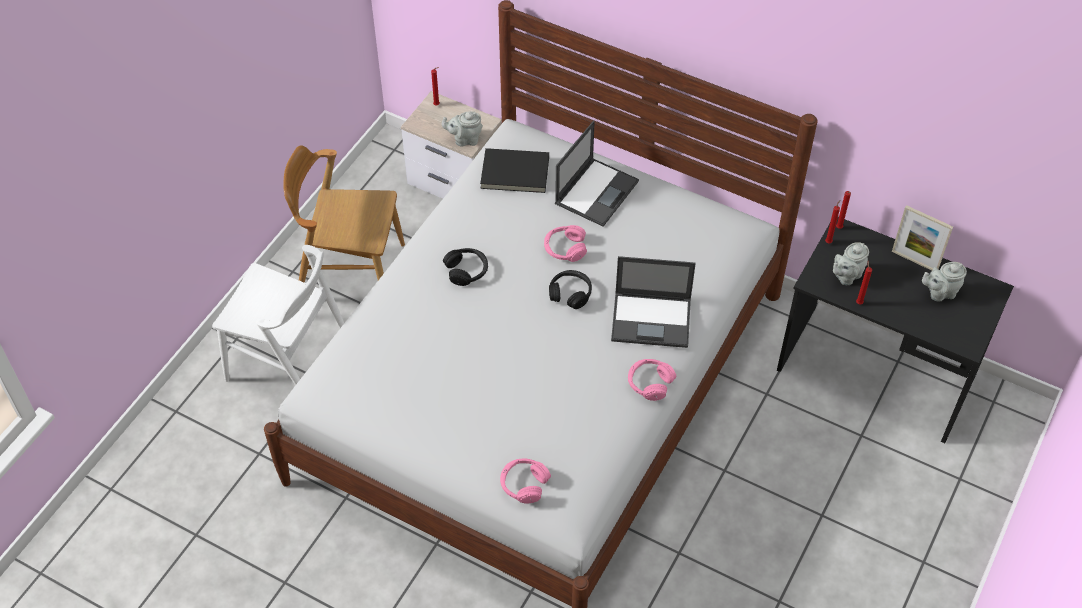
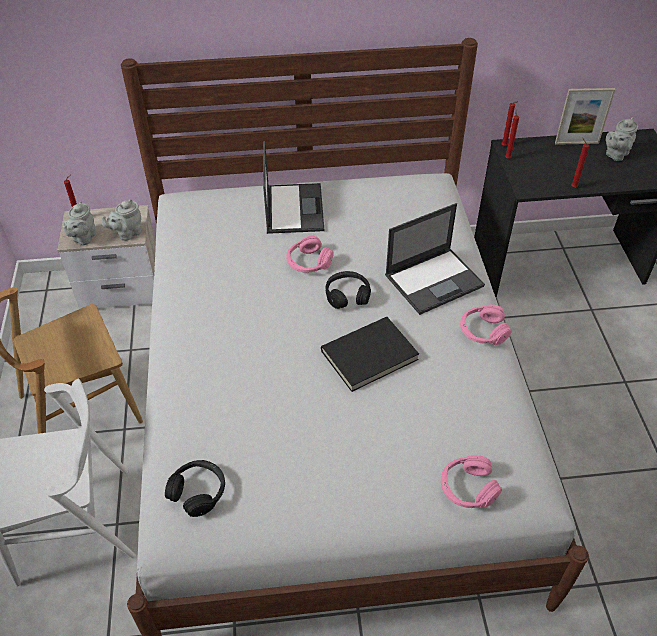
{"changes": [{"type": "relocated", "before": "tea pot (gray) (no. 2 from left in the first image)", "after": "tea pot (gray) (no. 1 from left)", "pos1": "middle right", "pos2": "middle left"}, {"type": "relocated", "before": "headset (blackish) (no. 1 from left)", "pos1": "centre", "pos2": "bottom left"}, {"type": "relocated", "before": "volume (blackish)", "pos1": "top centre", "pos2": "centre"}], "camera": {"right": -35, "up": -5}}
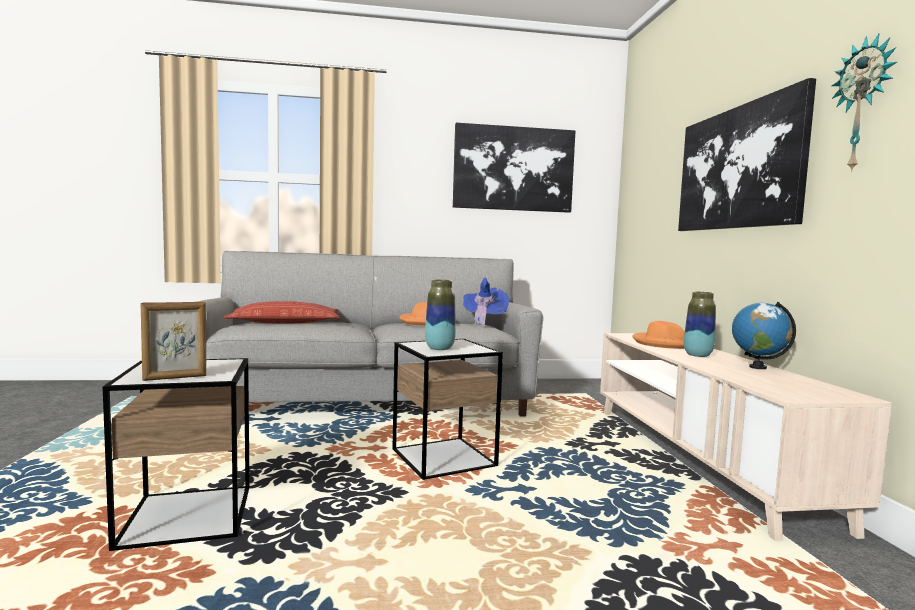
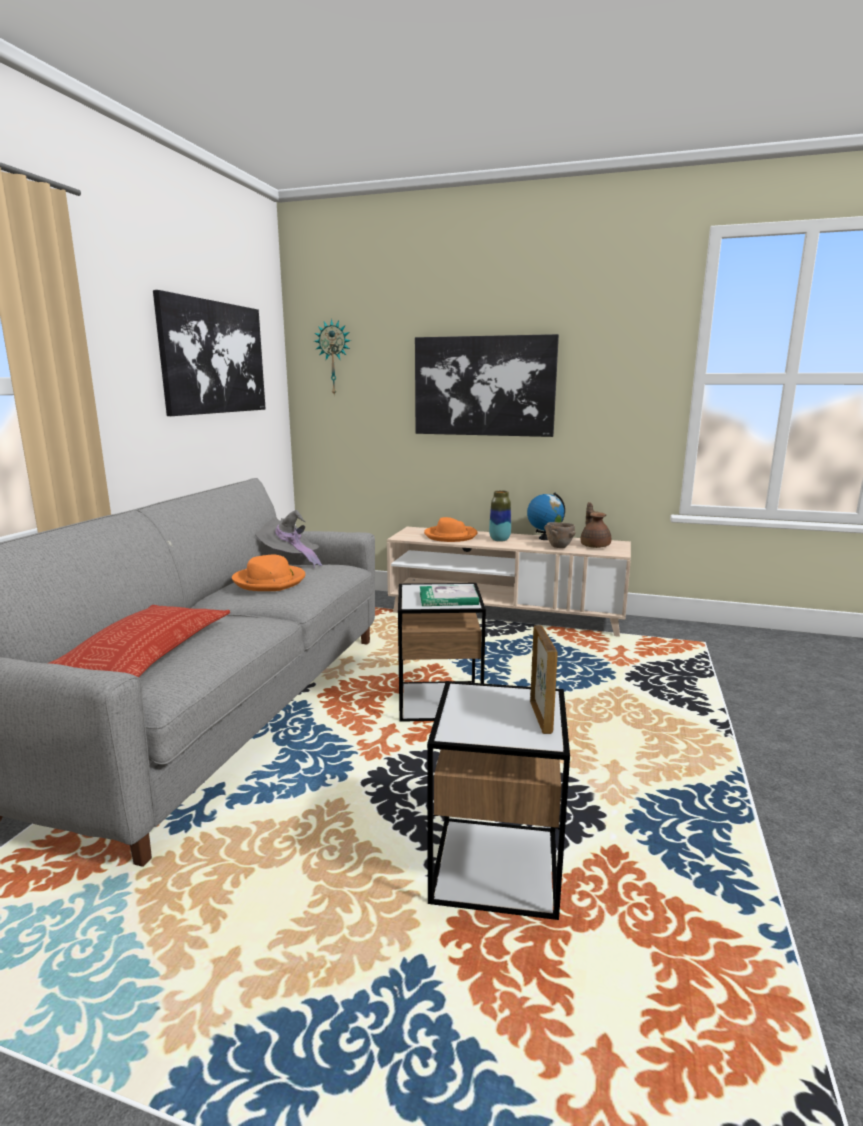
{"changes": [{"type": "colour", "before": "hat (blue)", "after": "hat (gray)", "pos1": "centre", "pos2": "centre"}, {"type": "relocated", "before": "clock on the wall", "pos1": "top right", "pos2": "top centre"}, {"type": "exchanged", "before": "decorative vase (no. 1 from left)", "after": "volume", "pos1": "centre", "pos2": "centre"}, {"type": "appeared", "after": "serving bowl (brown)", "pos2": "centre"}, {"type": "appeared", "after": "tea pot (brown)", "pos2": "middle right"}], "camera": {"right": -65, "up": 10}}
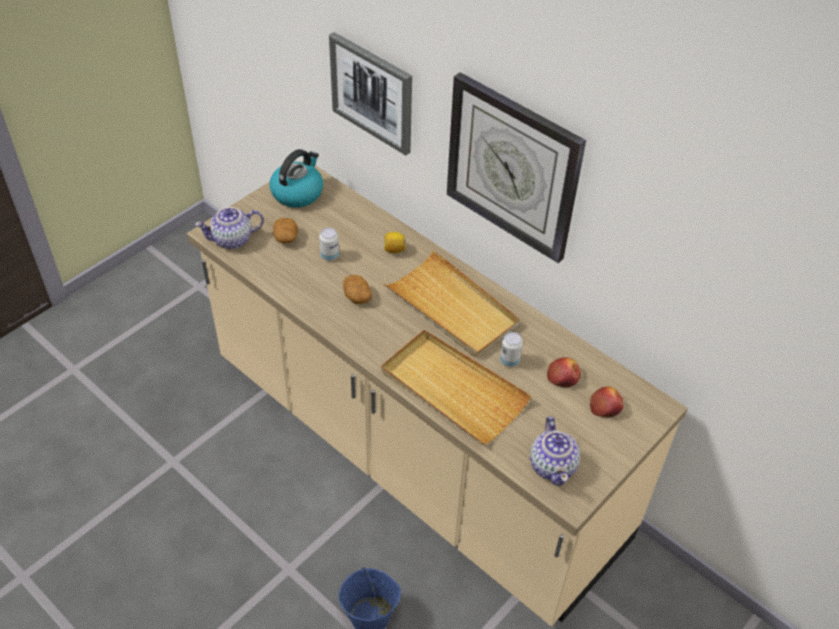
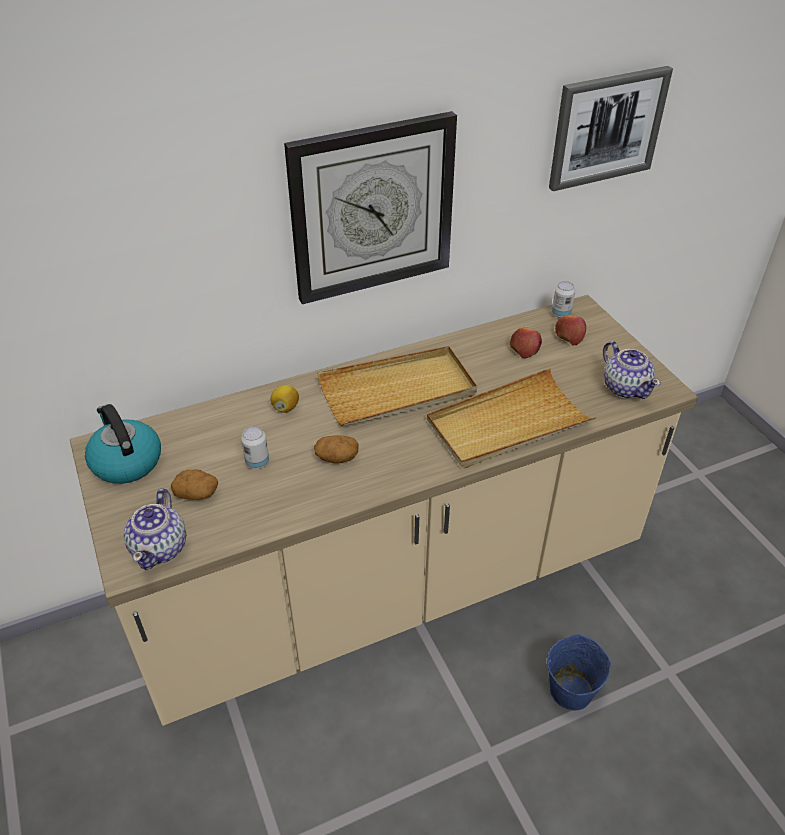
{"changes": [{"type": "relocated", "before": "picture", "pos1": "top centre", "pos2": "top right"}, {"type": "relocated", "before": "metal can (no. 2 from left)", "pos1": "centre", "pos2": "middle right"}, {"type": "spun", "before": "tea pot (no. 2 from left)", "pos1": "bottom centre", "pos2": "middle right", "turn": 45}], "camera": {"right": -65, "up": -5}}
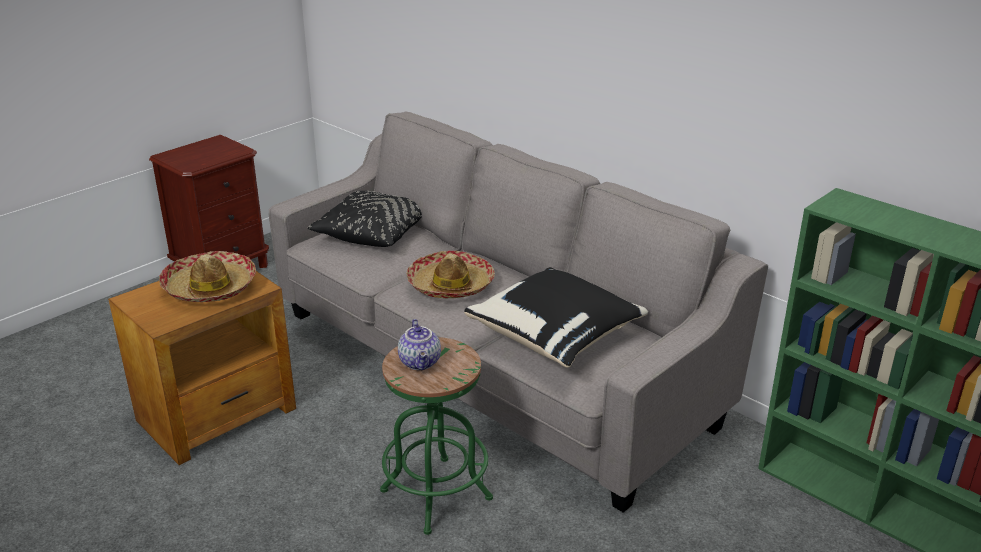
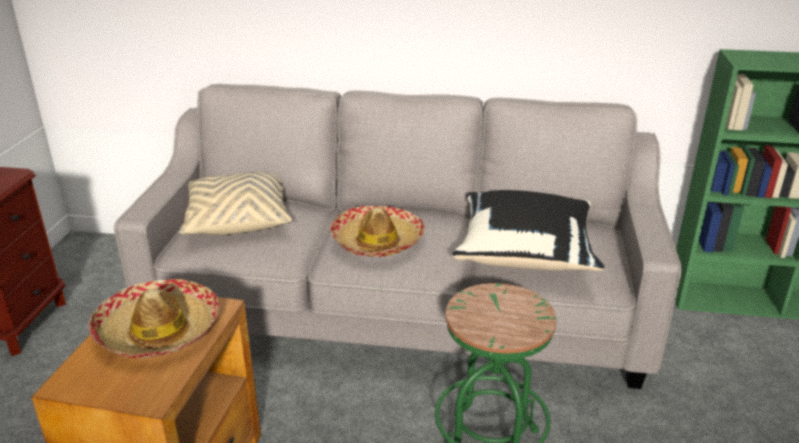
{"changes": [{"type": "colour", "before": "pillow (blackish) (no. 1 from left)", "after": "pillow (sand-coloured)", "pos1": "centre", "pos2": "middle left"}, {"type": "missing", "before": "tea pot", "pos1": "centre"}], "camera": {"right": -35, "up": 0}}
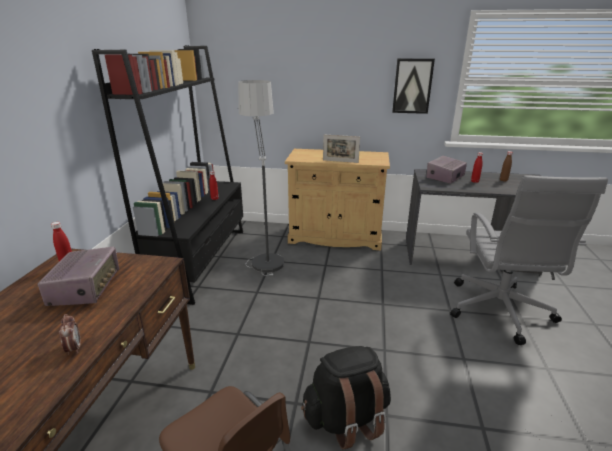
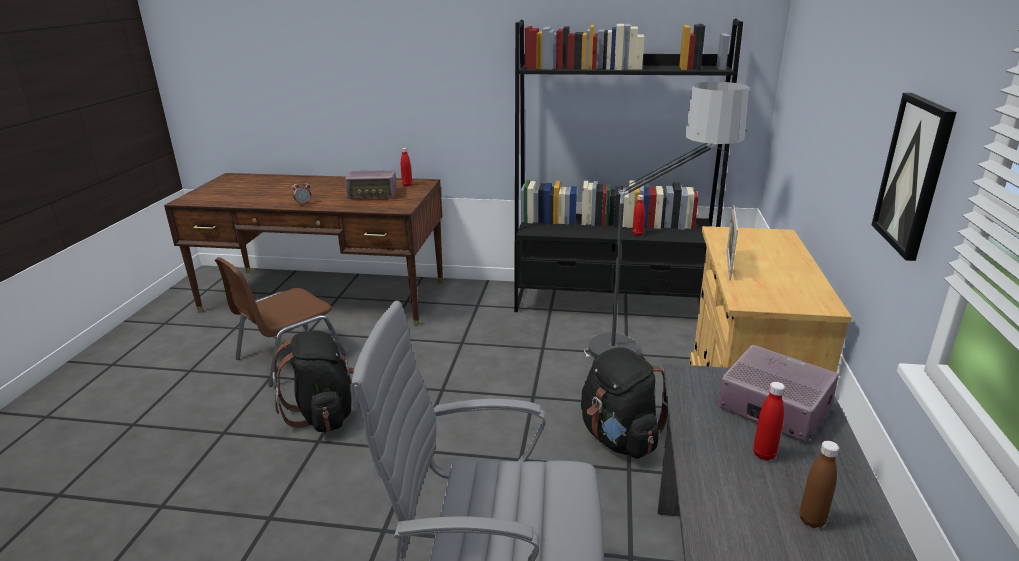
{"changes": [{"type": "appeared", "after": "rucksack (blackish) (no. 2 from left)", "pos2": "bottom centre"}], "camera": {"right": 90, "up": 0}}
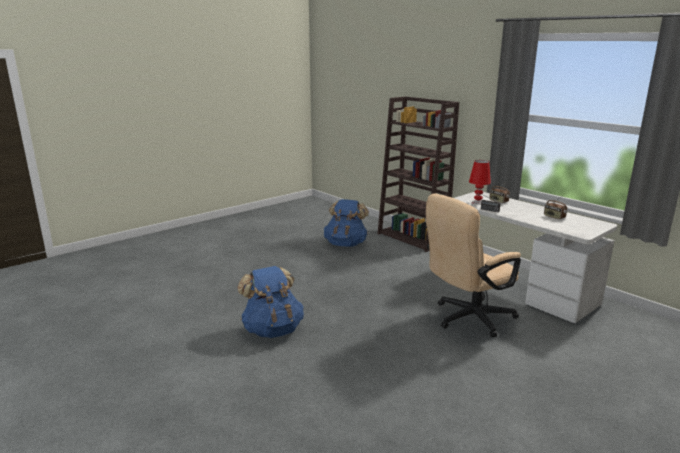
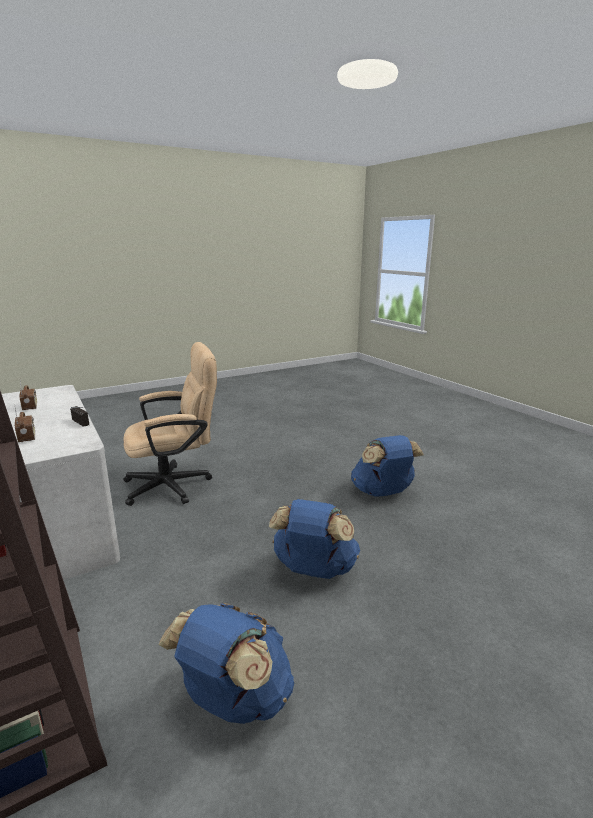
{"changes": [{"type": "appeared", "after": "rucksack (blue) (no. 2 from left)", "pos2": "centre"}, {"type": "missing", "before": "lamp for a table (red)", "pos1": "middle right"}], "camera": {"right": -170, "up": 0}}
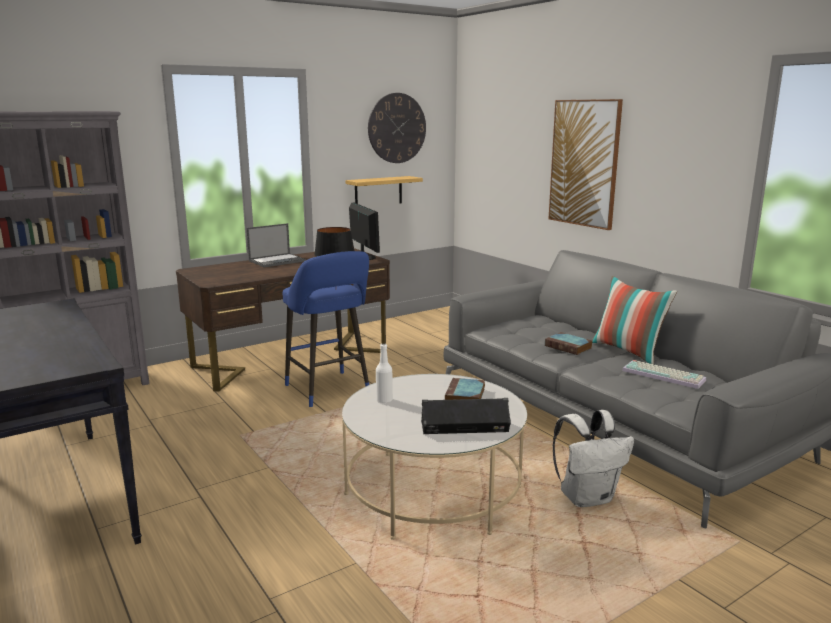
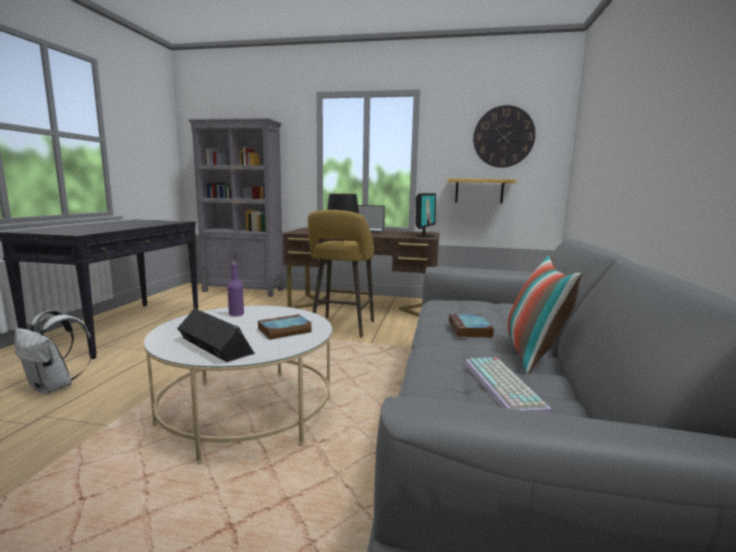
{"changes": [{"type": "relocated", "before": "rucksack (white-coloured)", "pos1": "bottom right", "pos2": "middle left"}, {"type": "colour", "before": "beverage bottle (white-coloured)", "after": "beverage bottle (purplish)", "pos1": "centre", "pos2": "middle left"}, {"type": "colour", "before": "stool seat (blue)", "after": "stool seat (yellow)", "pos1": "centre", "pos2": "centre"}, {"type": "missing", "before": "picture", "pos1": "top right"}], "camera": {"right": 45, "up": -5}}
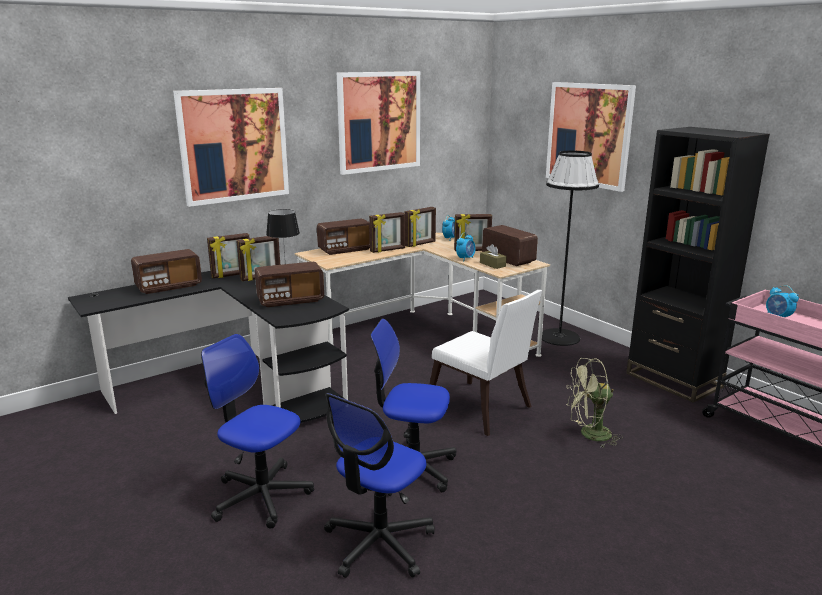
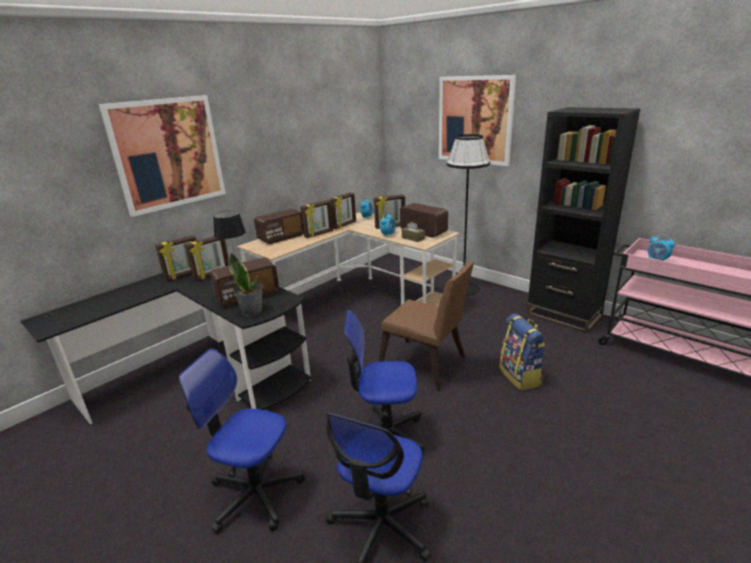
{"changes": [{"type": "appeared", "after": "houseplant", "pos2": "middle left"}, {"type": "colour", "before": "plain chair (white-coloured)", "after": "plain chair (brown)", "pos1": "centre", "pos2": "centre"}, {"type": "exchanged", "before": "fan (greenish)", "after": "rucksack", "pos1": "bottom right", "pos2": "middle right"}, {"type": "missing", "before": "radio (no. 1 from left)", "pos1": "middle left"}, {"type": "missing", "before": "picture (no. 2 from left)", "pos1": "top centre"}], "camera": {"right": -10, "up": 5}}
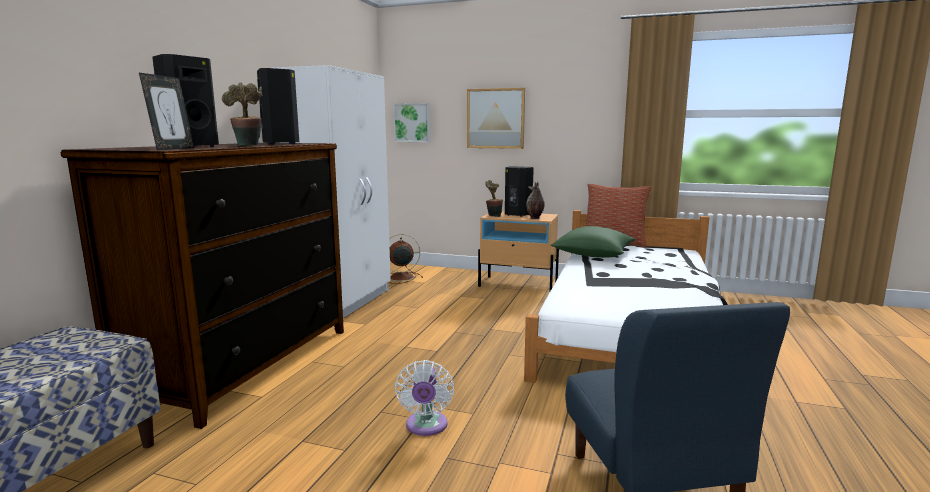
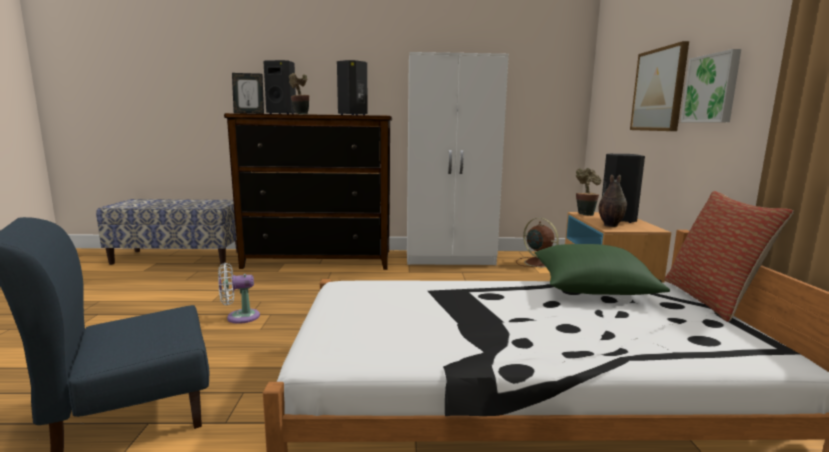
{"changes": [{"type": "relocated", "before": "picture (no. 1 from left in the first image)", "after": "picture (no. 2 from left)", "pos1": "top centre", "pos2": "top right"}], "camera": {"right": 70, "up": 0}}
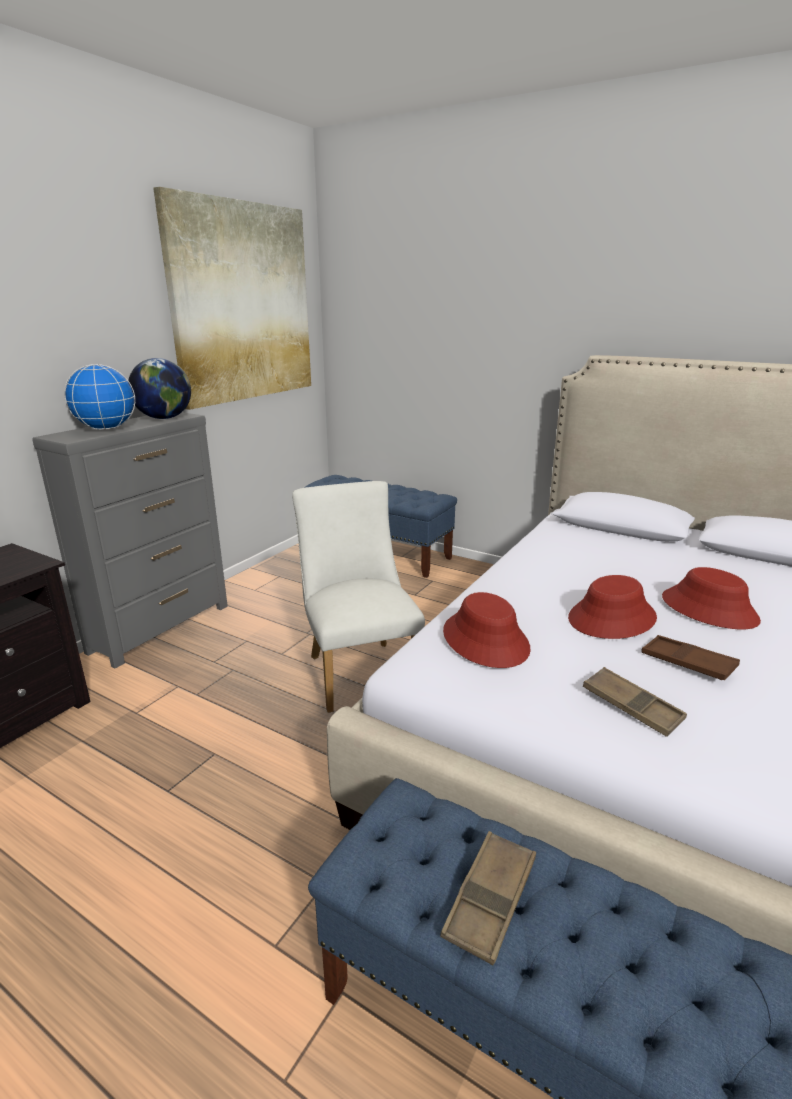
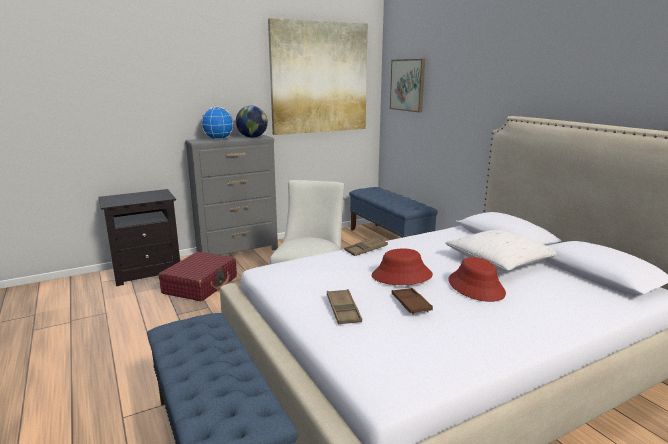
{"changes": [{"type": "appeared", "after": "travel case (red)", "pos2": "middle left"}, {"type": "relocated", "before": "tray (brown) (no. 1 from left in the first image)", "after": "tray (brown) (no. 2 from left)", "pos1": "bottom centre", "pos2": "centre"}, {"type": "appeared", "after": "picture (no. 2 from left)", "pos2": "top centre"}, {"type": "appeared", "after": "pillow (white-coloured)", "pos2": "middle right"}, {"type": "missing", "before": "hat (red) (no. 1 from left)", "pos1": "centre"}], "camera": {"right": 30, "up": -5}}
